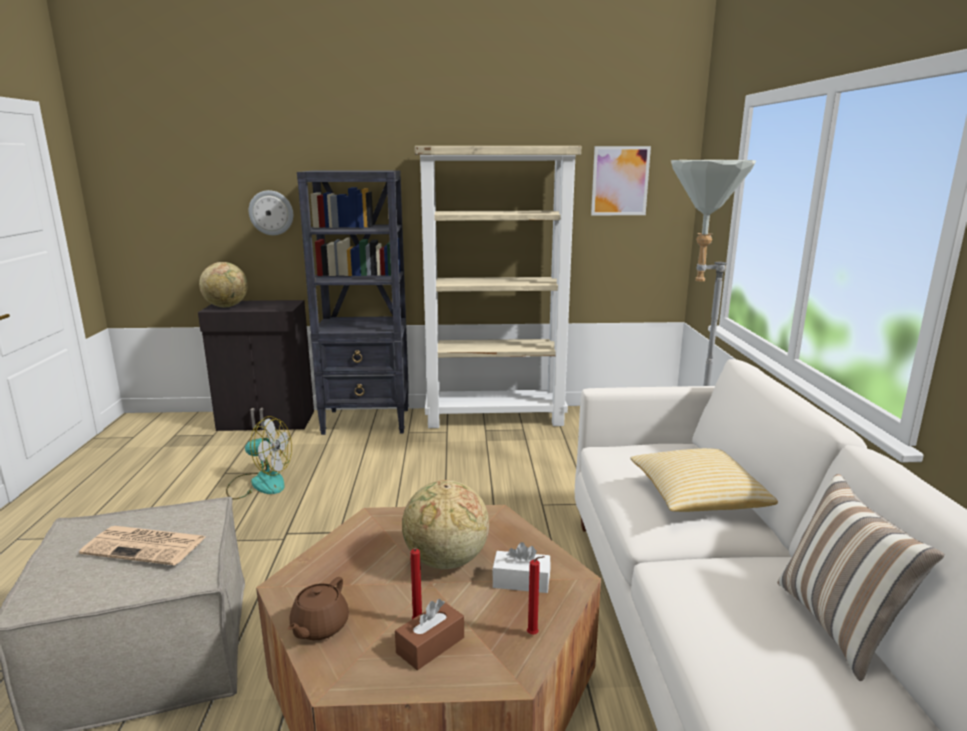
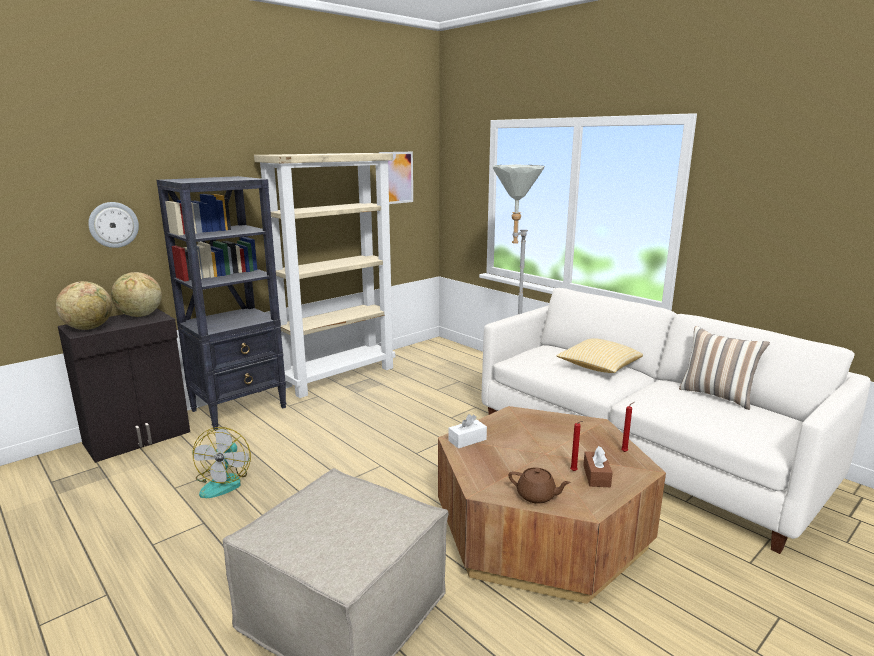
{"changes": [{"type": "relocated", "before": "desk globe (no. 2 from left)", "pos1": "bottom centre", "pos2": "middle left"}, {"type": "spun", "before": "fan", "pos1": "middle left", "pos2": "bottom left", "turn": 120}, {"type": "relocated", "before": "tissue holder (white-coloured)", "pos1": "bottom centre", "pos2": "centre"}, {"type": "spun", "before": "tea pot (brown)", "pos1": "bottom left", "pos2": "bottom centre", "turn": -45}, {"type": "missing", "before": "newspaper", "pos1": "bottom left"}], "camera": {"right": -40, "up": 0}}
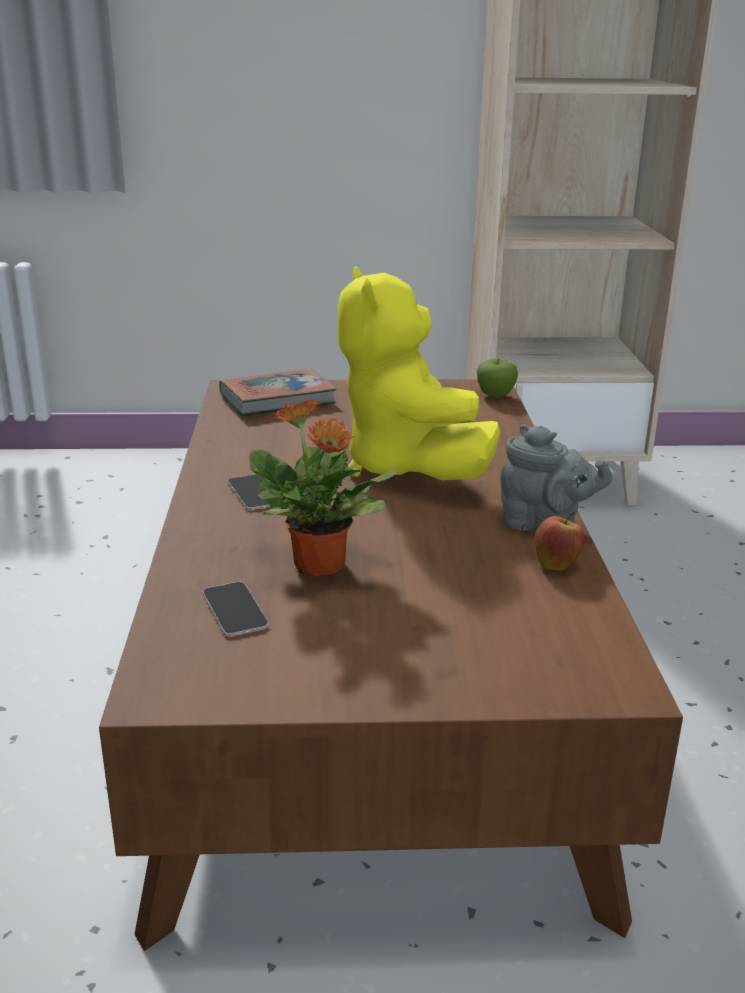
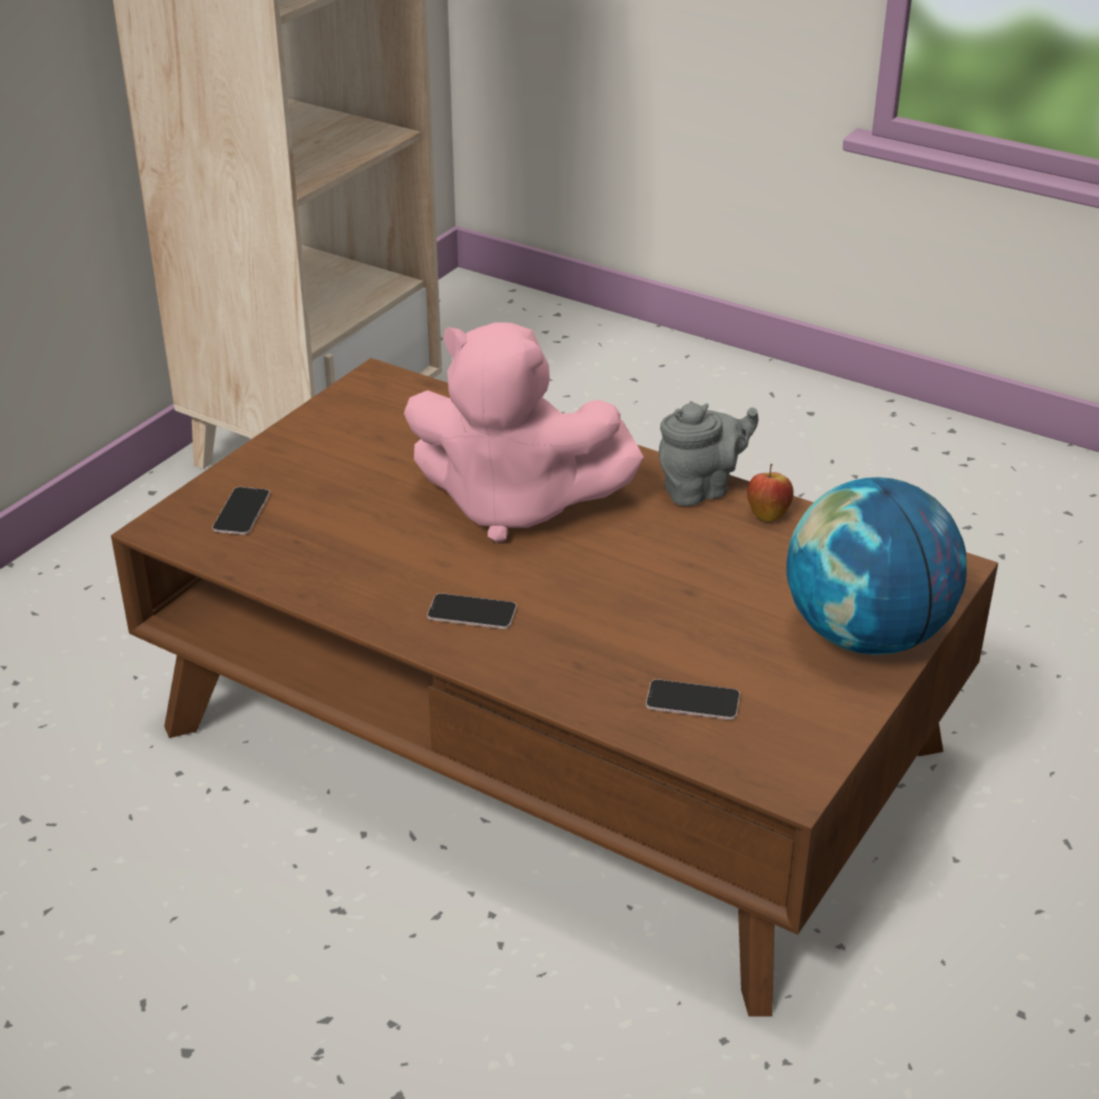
{"changes": [{"type": "exchanged", "before": "volume", "after": "handset (no. 1 from left)", "pos1": "centre", "pos2": "middle left"}, {"type": "colour", "before": "cuddly toy (yellow)", "after": "cuddly toy (pink-coloured)", "pos1": "centre", "pos2": "centre"}, {"type": "appeared", "after": "desk globe", "pos2": "middle right"}, {"type": "missing", "before": "houseplant", "pos1": "centre"}, {"type": "missing", "before": "apple fruit (no. 1 from left)", "pos1": "middle right"}], "camera": {"right": -55, "up": 10}}
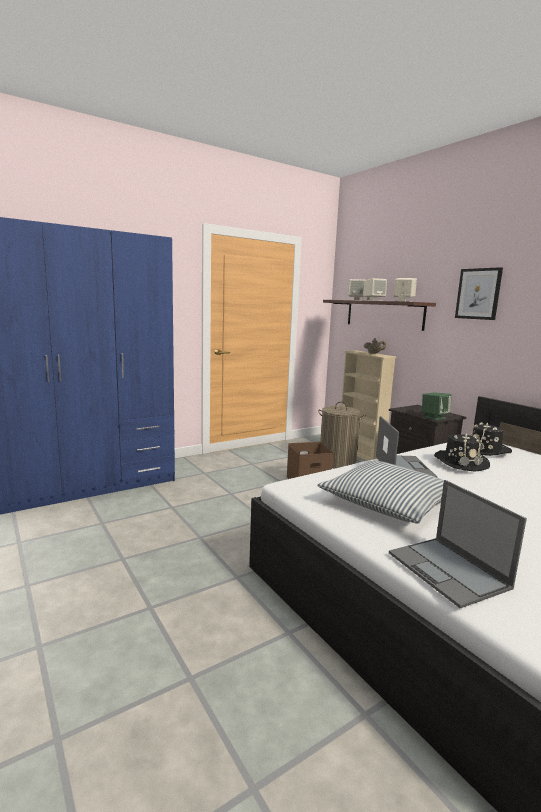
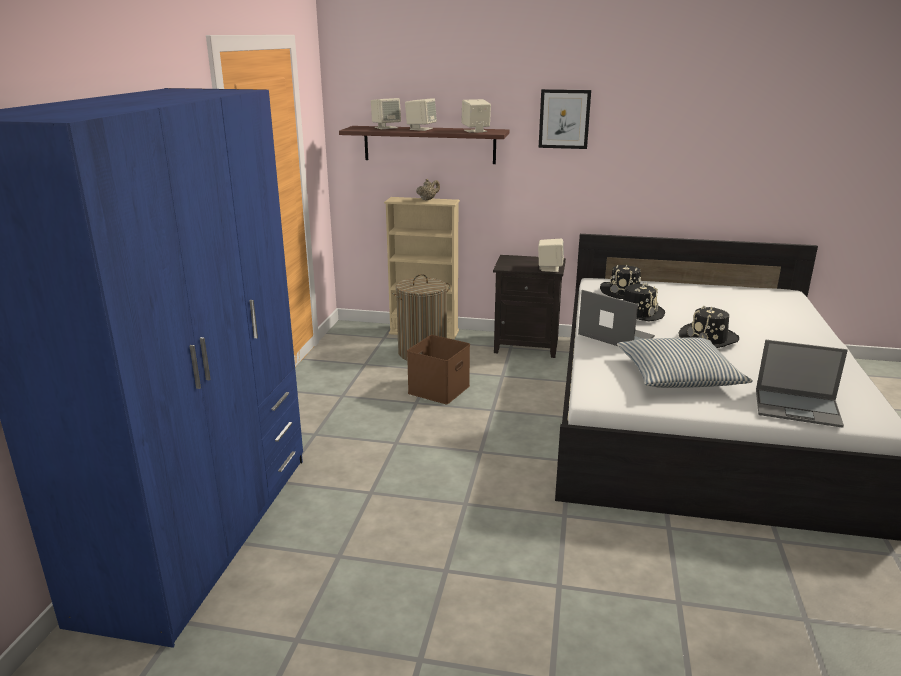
{"changes": [{"type": "colour", "before": "audio speaker (greenish)", "after": "audio speaker (sand-coloured) (no. 4 from left)", "pos1": "middle right", "pos2": "centre"}, {"type": "appeared", "after": "hat (blackish) (no. 3 from left)", "pos2": "middle right"}], "camera": {"right": -45, "up": 10}}
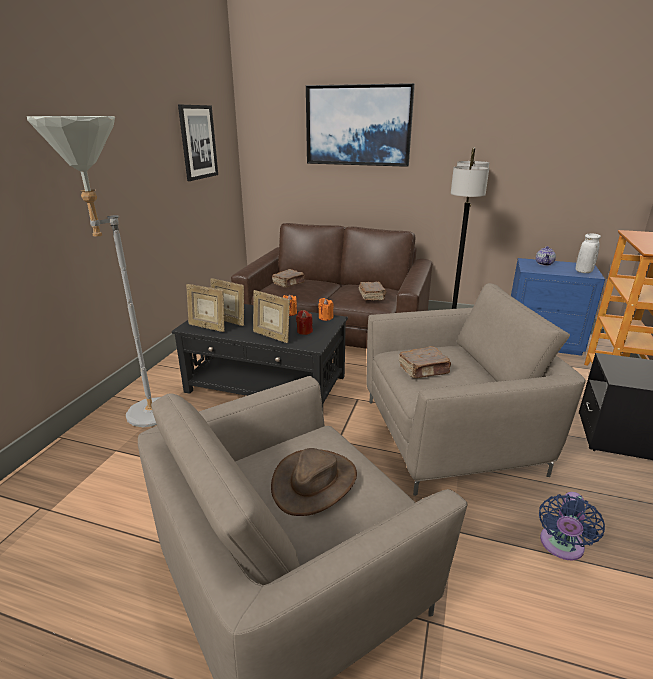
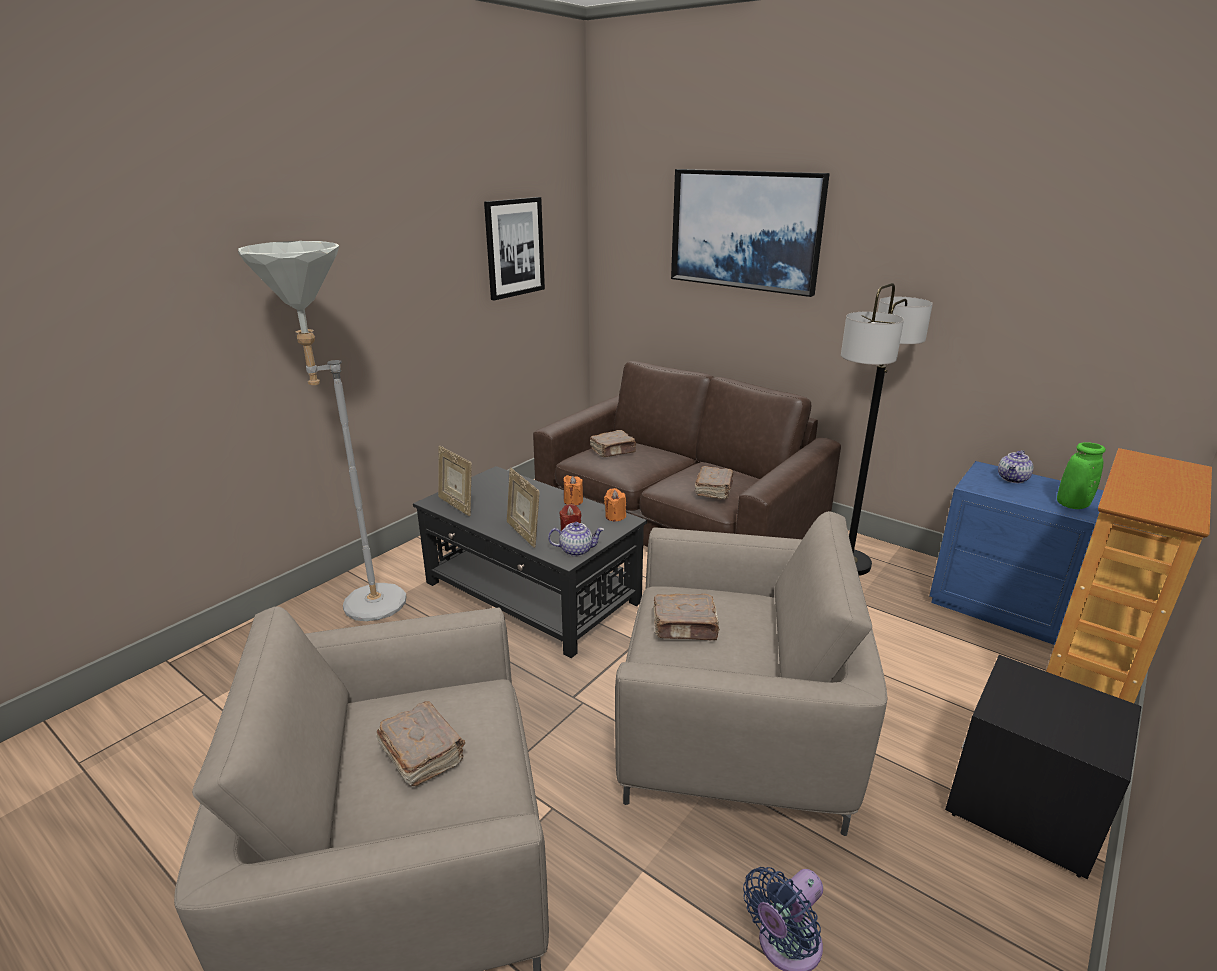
{"changes": [{"type": "exchanged", "before": "hat (brown)", "after": "volume (brown) (no. 1 from left)", "pos1": "bottom centre", "pos2": "bottom centre"}, {"type": "appeared", "after": "tea pot (no. 1 from left)", "pos2": "centre"}, {"type": "colour", "before": "decorative vase (white-coloured)", "after": "decorative vase (greenish)", "pos1": "middle right", "pos2": "middle right"}, {"type": "missing", "before": "standing frame (no. 2 from left)", "pos1": "centre"}], "camera": {"right": 20, "up": 0}}
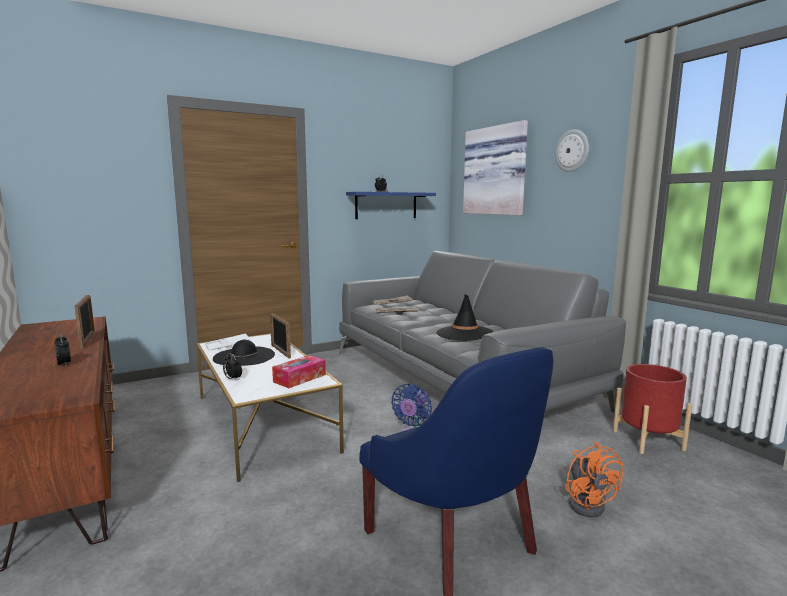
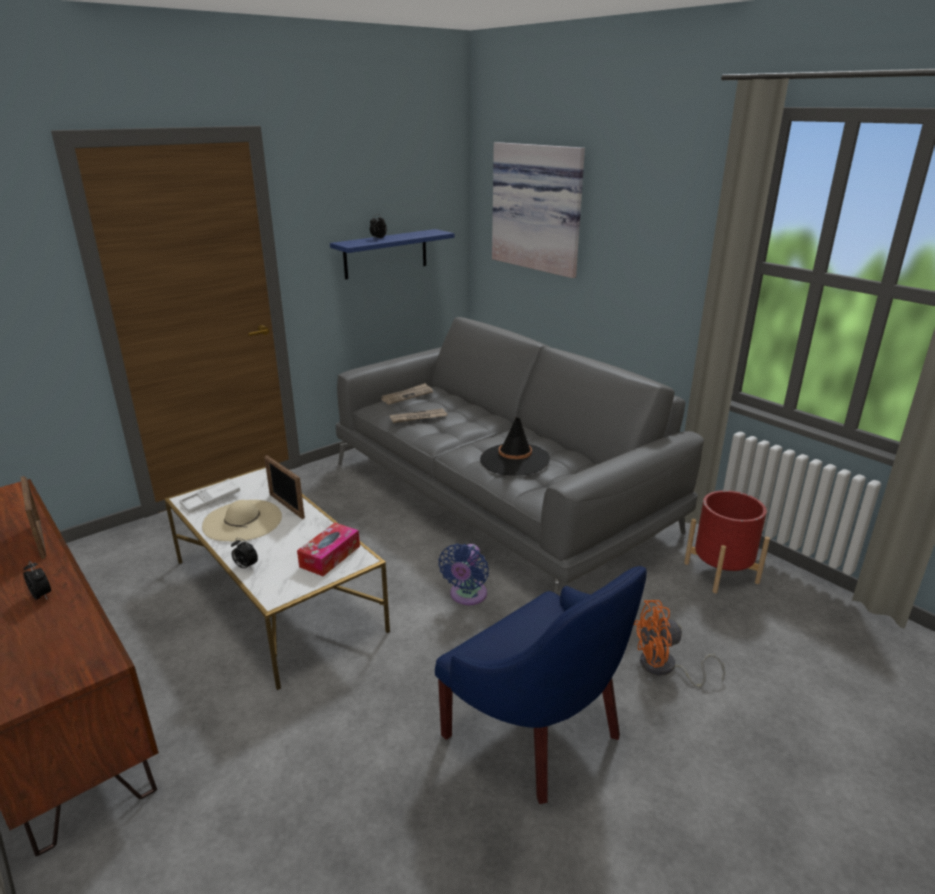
{"changes": [{"type": "colour", "before": "hat (blackish) (no. 1 from left)", "after": "hat (sand-coloured)", "pos1": "middle left", "pos2": "middle left"}, {"type": "spun", "before": "fan (orangey)", "pos1": "bottom right", "pos2": "bottom right", "turn": 105}, {"type": "missing", "before": "clock on the wall", "pos1": "top right"}], "camera": {"right": -10, "up": 15}}
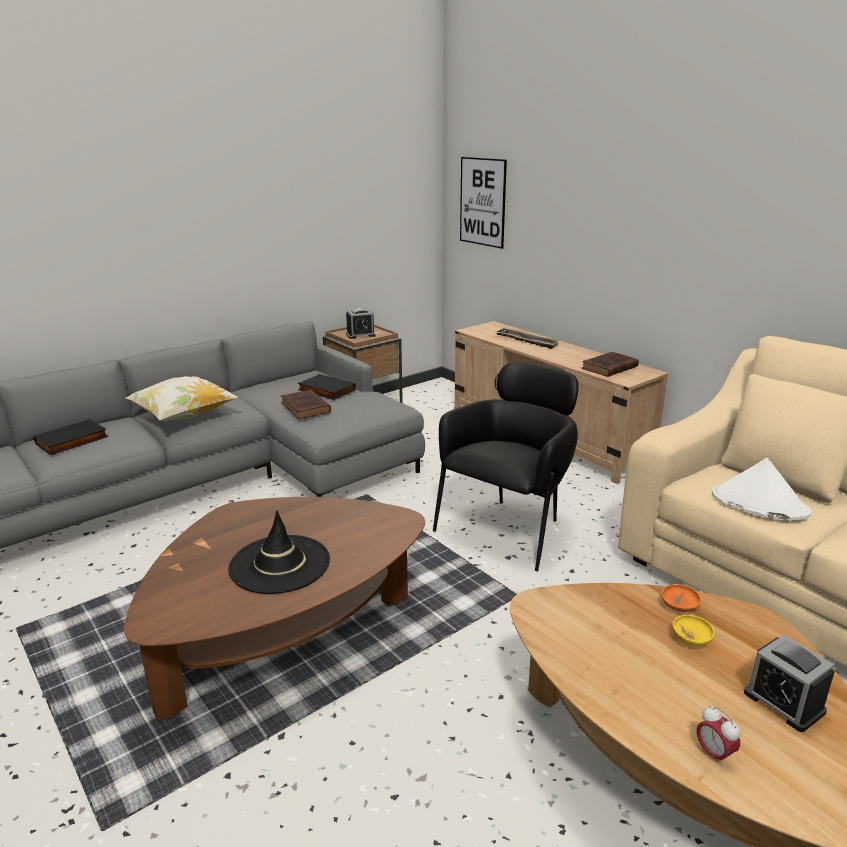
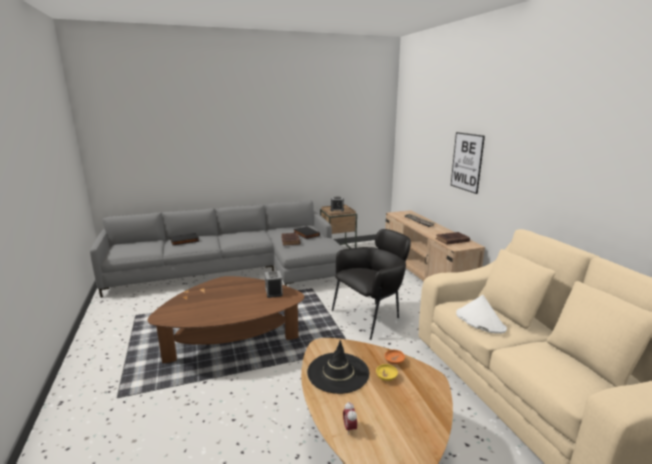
{"changes": [{"type": "relocated", "before": "table clock (no. 3 from left in the first image)", "after": "table clock (no. 1 from left)", "pos1": "bottom right", "pos2": "centre"}, {"type": "relocated", "before": "hat (blackish)", "pos1": "middle left", "pos2": "bottom centre"}, {"type": "relocated", "before": "picture", "pos1": "top centre", "pos2": "middle right"}, {"type": "missing", "before": "pillow", "pos1": "middle left"}], "camera": {"right": 20, "up": -5}}
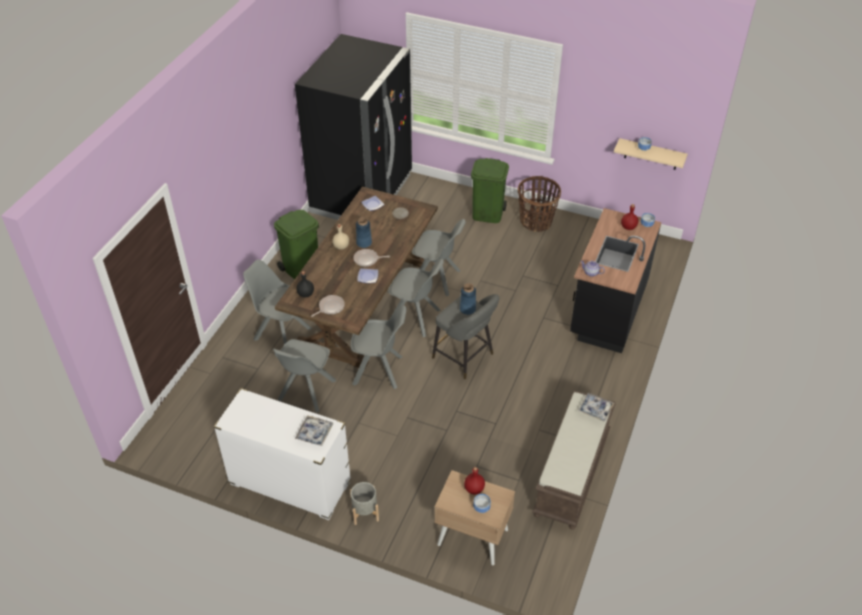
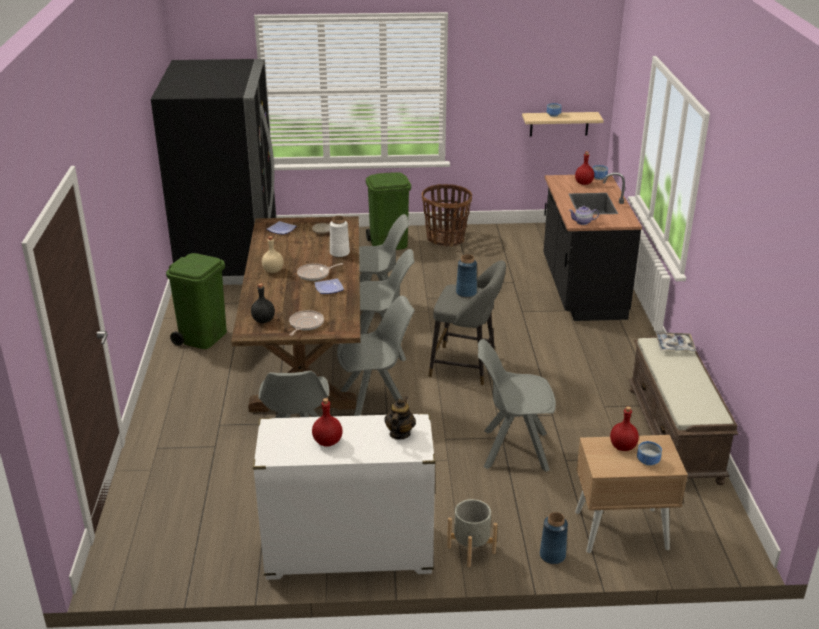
{"changes": [{"type": "appeared", "after": "beverage bottle (red) (no. 1 from left)", "pos2": "bottom centre"}, {"type": "appeared", "after": "decorative vase (white-coloured)", "pos2": "centre"}, {"type": "exchanged", "before": "tray (no. 1 from left)", "after": "tea pot (no. 1 from left)", "pos1": "bottom centre", "pos2": "centre"}, {"type": "relocated", "before": "plain chair (gray) (no. 1 from left in the first image)", "after": "plain chair (gray) (no. 5 from left)", "pos1": "middle left", "pos2": "centre"}, {"type": "relocated", "before": "decorative vase (blue) (no. 1 from left in the first image)", "after": "decorative vase (blue) (no. 2 from left)", "pos1": "centre", "pos2": "bottom right"}], "camera": {"right": -25, "up": -15}}
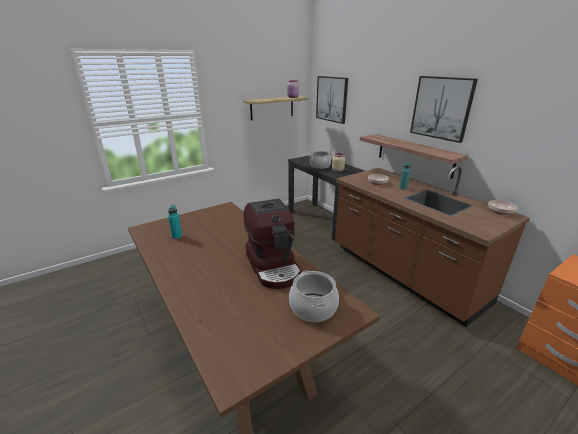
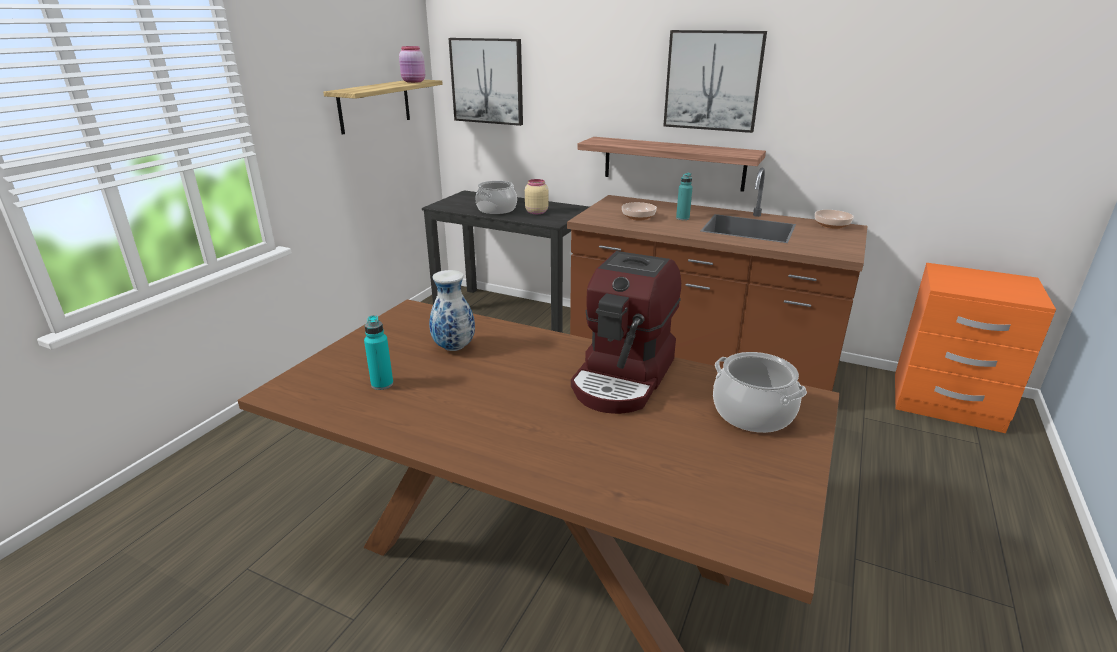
{"changes": [{"type": "appeared", "after": "decorative vase", "pos2": "centre"}, {"type": "spun", "before": "coffee maker", "pos1": "centre", "pos2": "centre", "turn": 75}], "camera": {"right": -30, "up": 0}}
